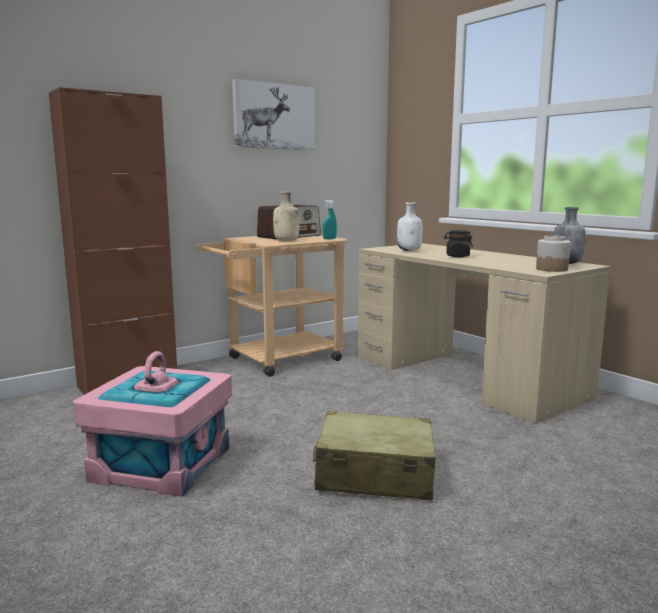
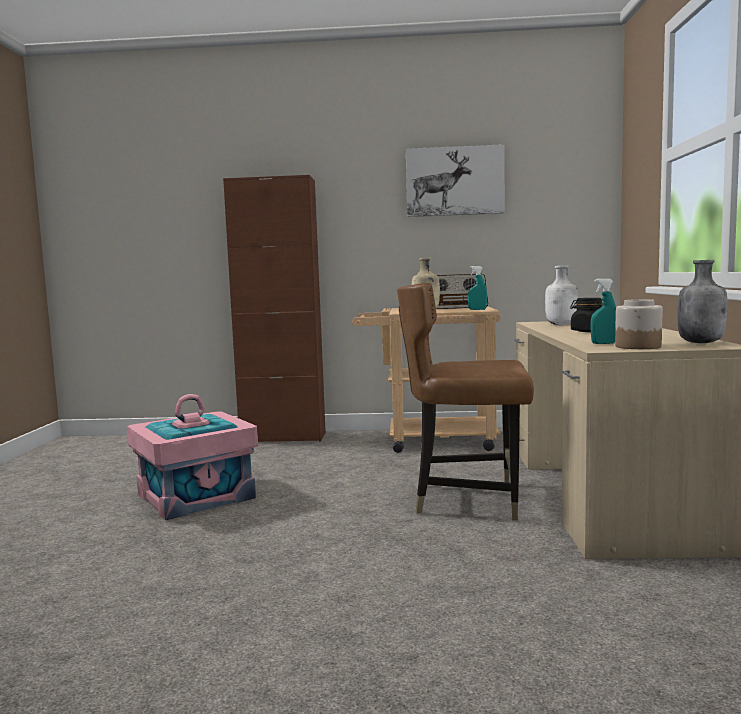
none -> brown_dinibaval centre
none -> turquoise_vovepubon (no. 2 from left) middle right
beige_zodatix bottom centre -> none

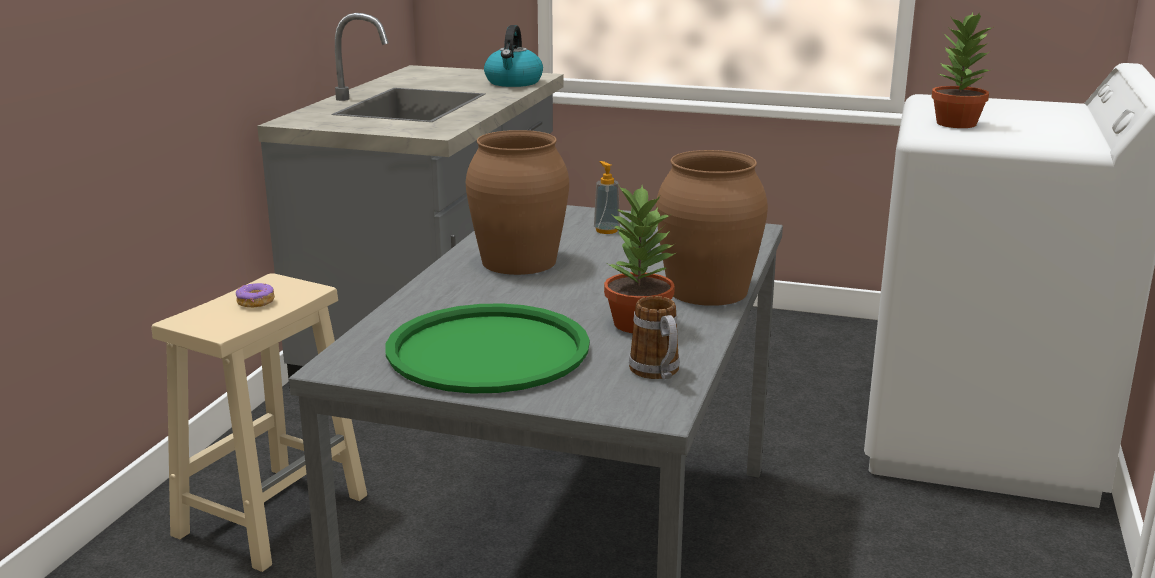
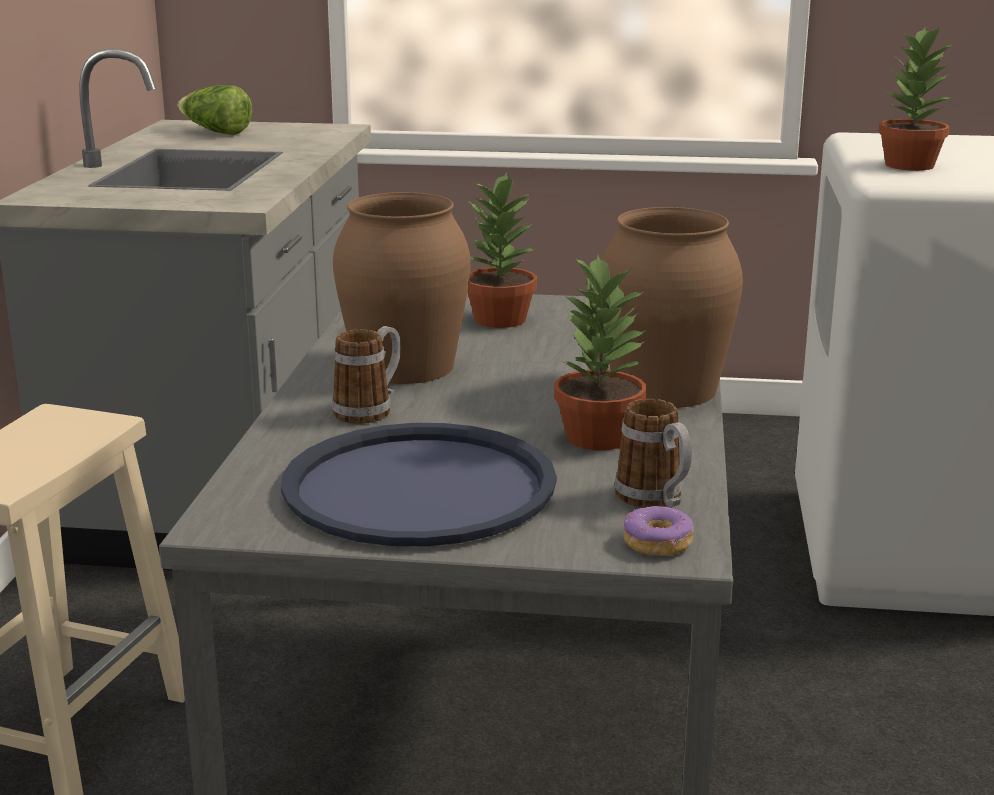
none -> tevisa top left
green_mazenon centre -> blue_mazenon centre
none -> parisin (no. 1 from left) centre
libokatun centre -> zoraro (no. 1 from left) top centre
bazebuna middle left -> bazebuna bottom centre, shifted
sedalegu top centre -> none

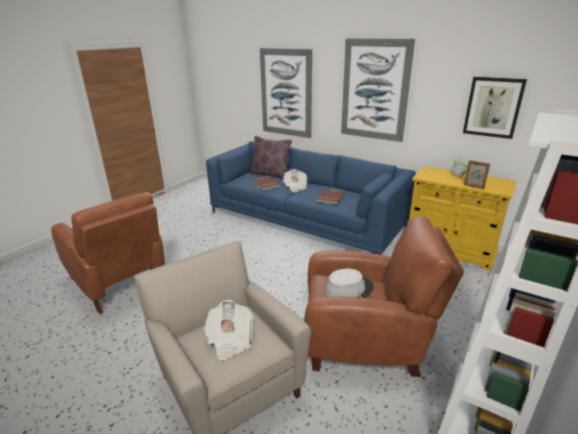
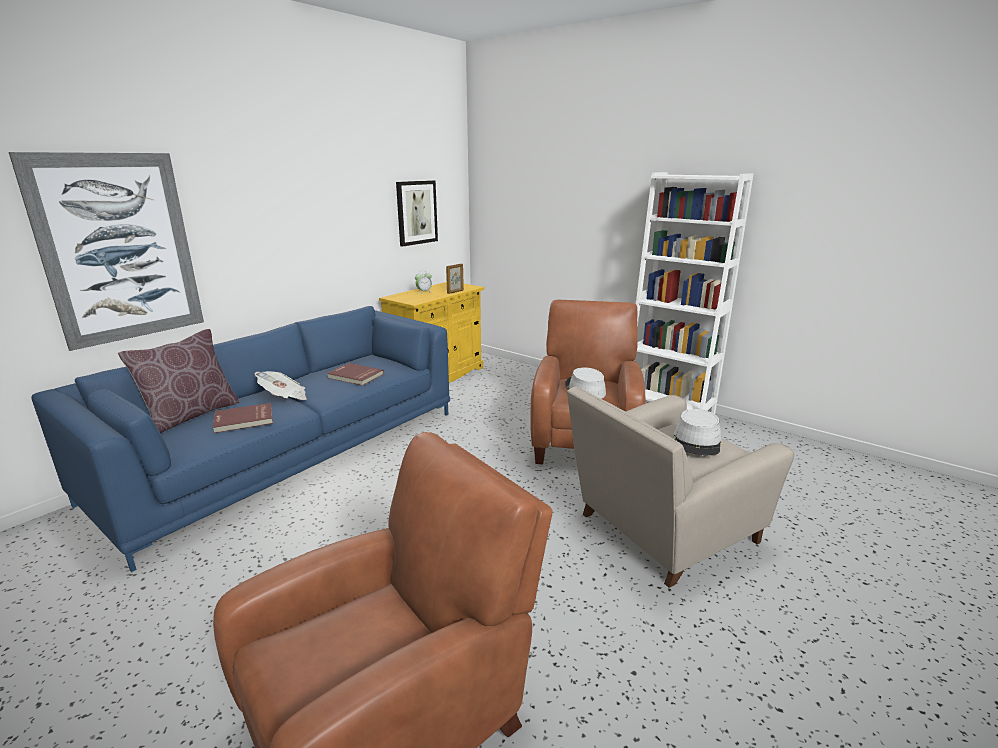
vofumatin (no. 1 from left) bottom centre -> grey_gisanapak (no. 2 from left) middle right
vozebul (no. 2 from left) top centre -> none

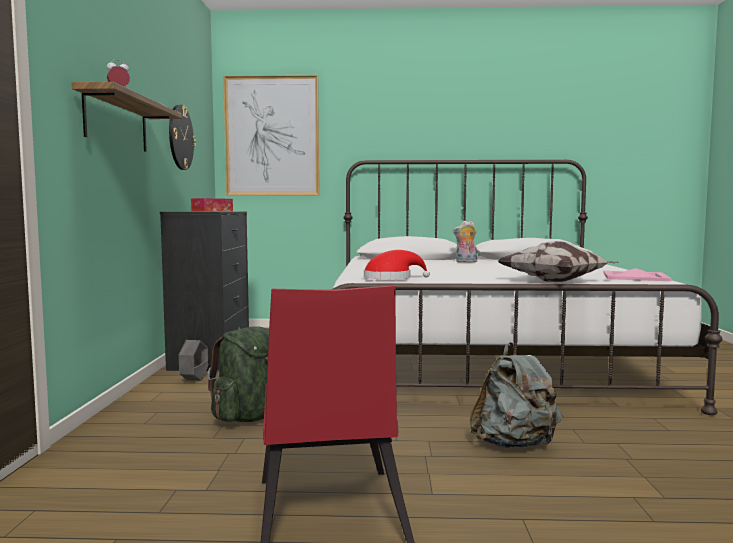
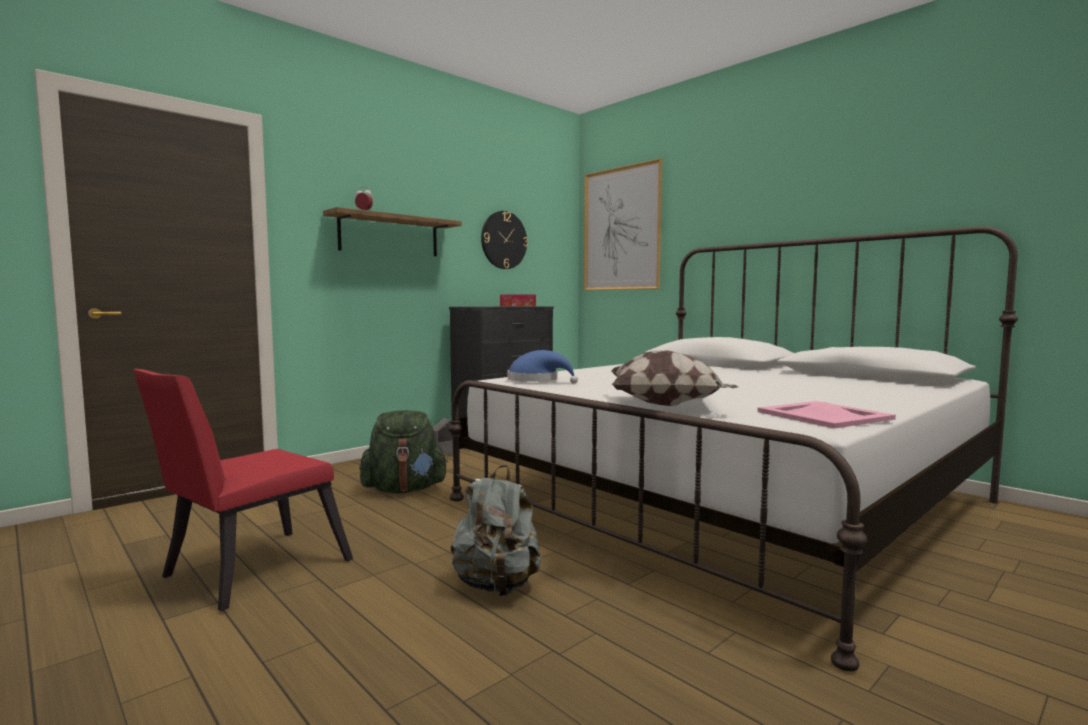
red_gisanapak centre -> blue_gisanapak centre
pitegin centre -> none

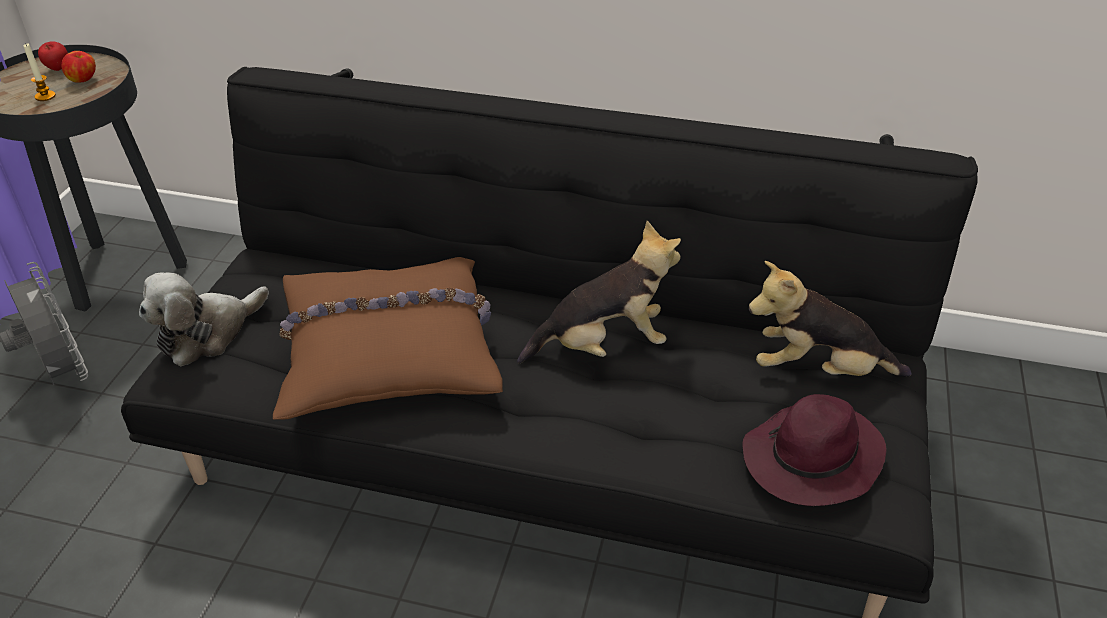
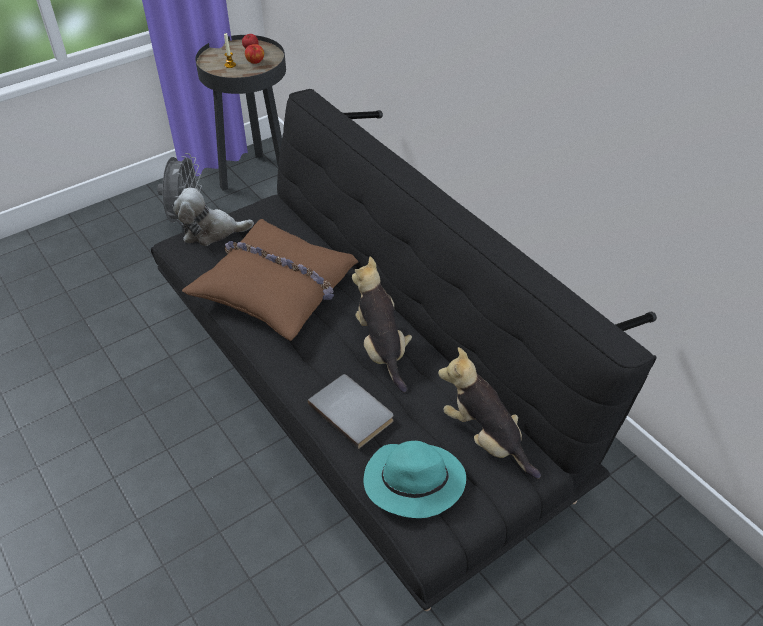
none -> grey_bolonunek centre
pitegin (no. 2 from left) centre, 135 degrees counterclockwise
purple_gisanapak bottom right -> turquoise_gisanapak bottom centre

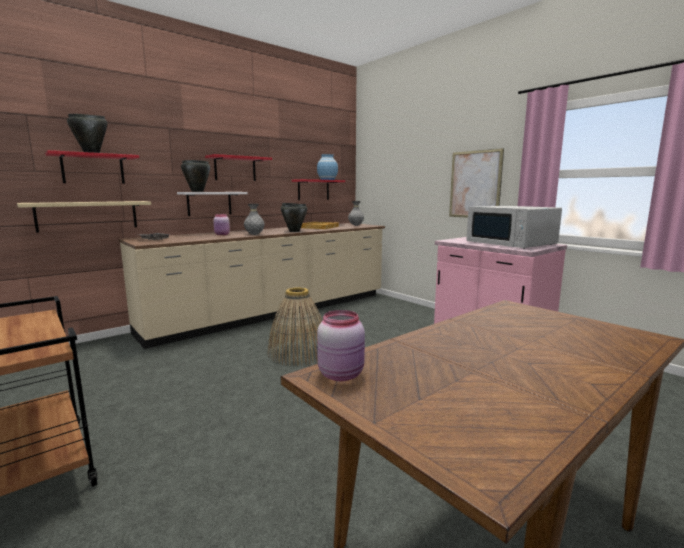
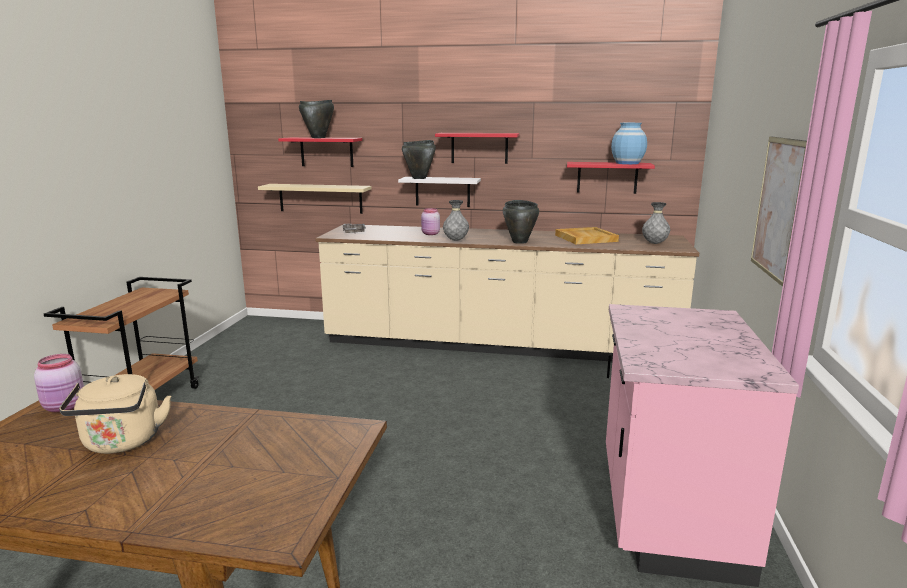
none -> beige_sedalegu bottom left
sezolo centre -> none
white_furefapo middle right -> none

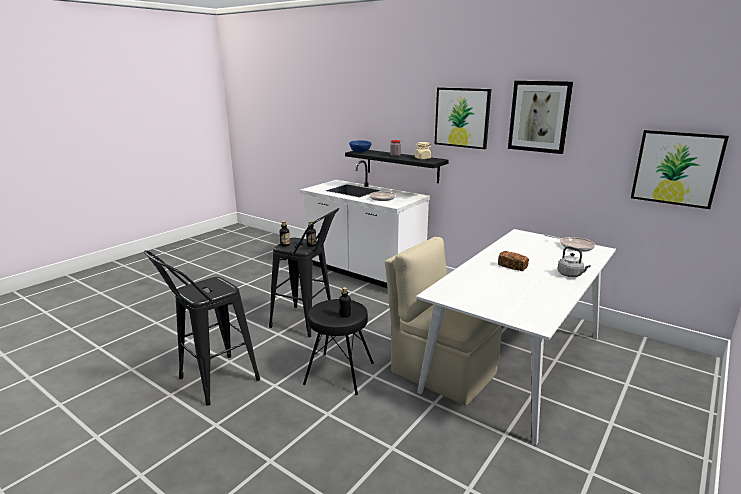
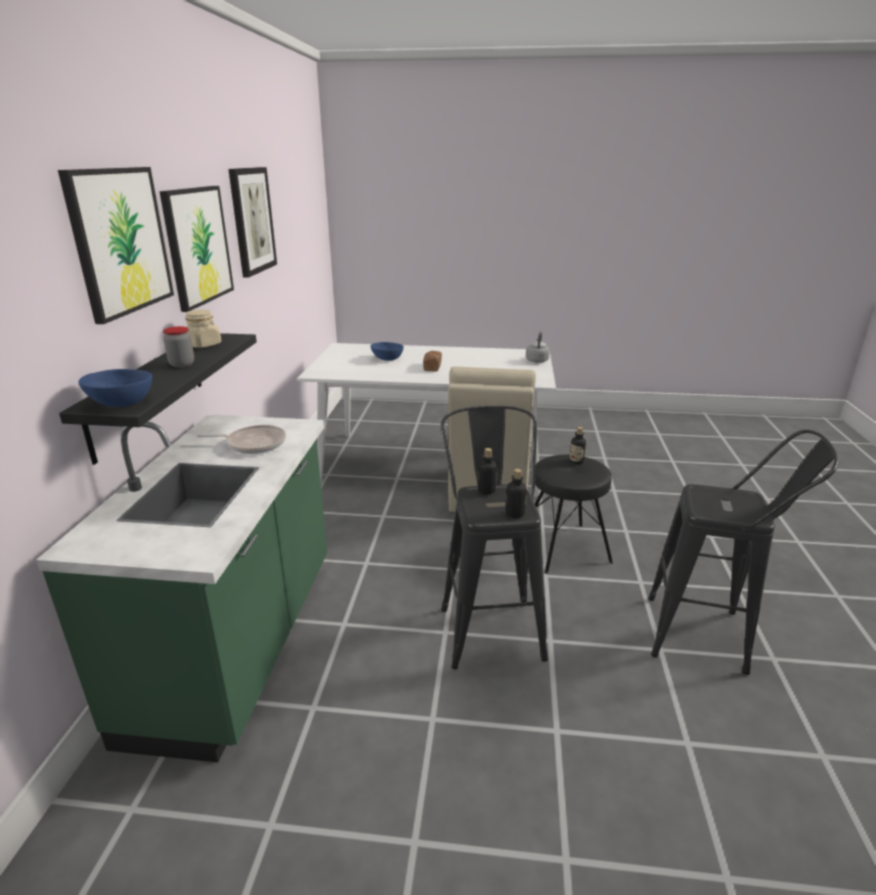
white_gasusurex centre -> green_gasusurex middle left
vozebul (no. 3 from left in the first image) middle right -> vozebul (no. 1 from left) top left, shifted
none -> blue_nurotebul (no. 2 from left) centre
grey_sedalegu middle right -> grey_sedalegu centre, shifted
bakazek (no. 2 from left) middle right -> none

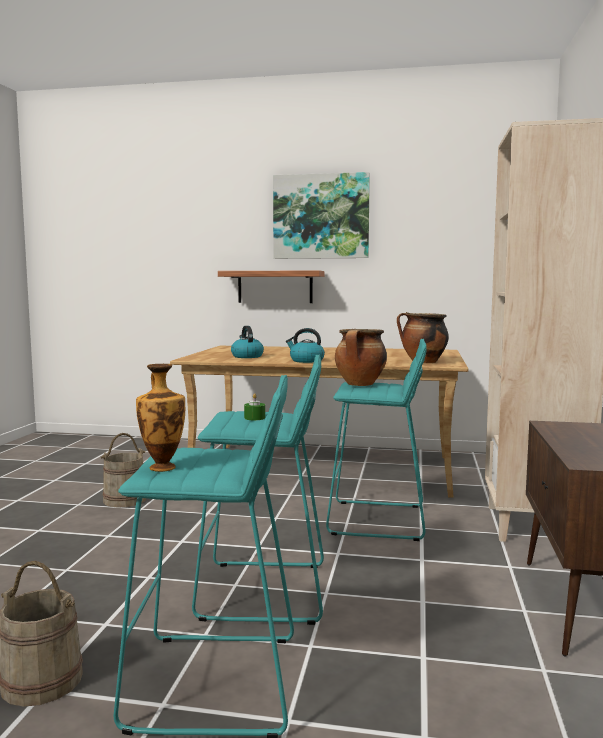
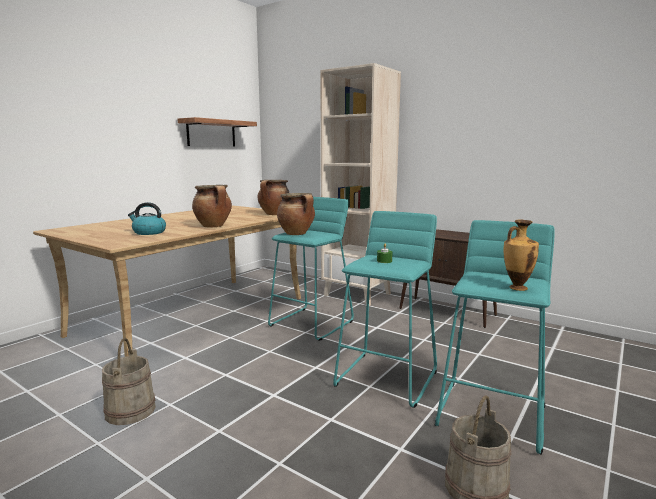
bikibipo centre -> bikibipo top left, shifted
sedalegu (no. 2 from left) centre -> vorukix (no. 1 from left) middle left
vozebul top centre -> none

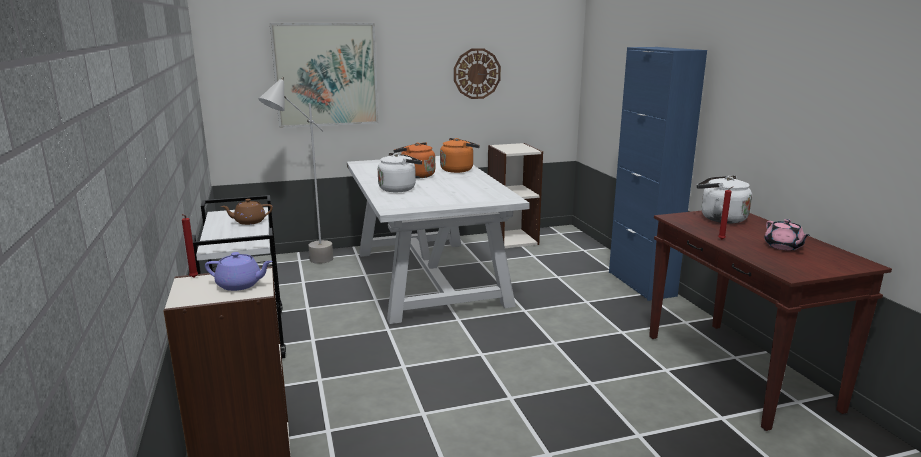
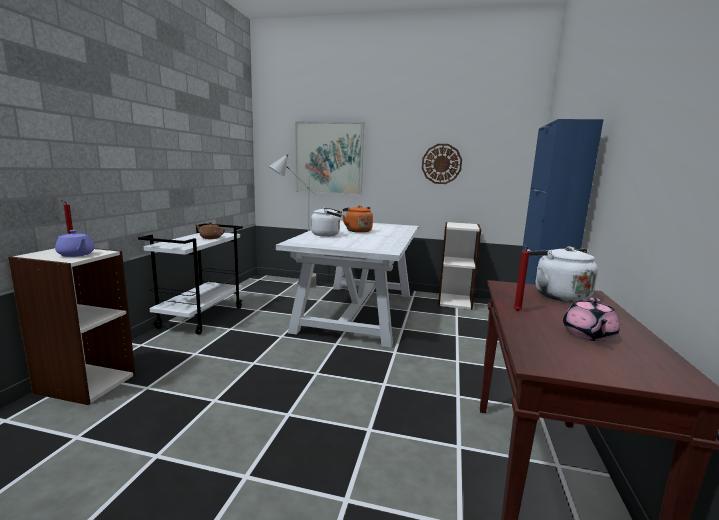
orange_sedalegu (no. 2 from left) centre -> none

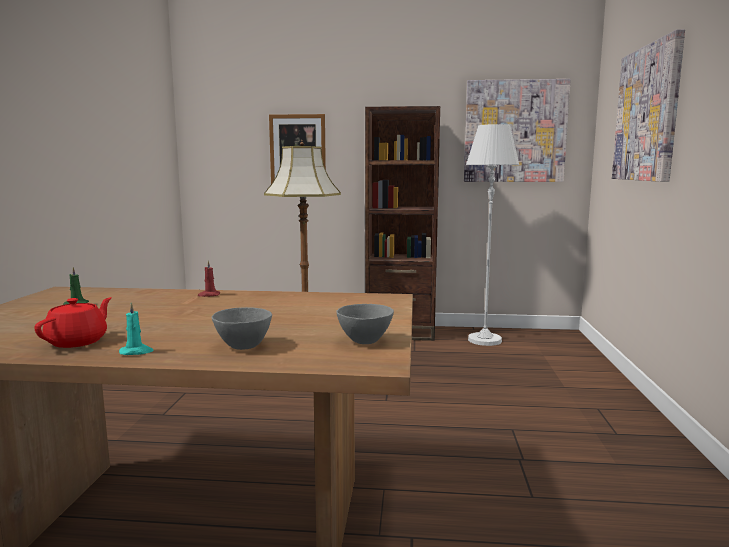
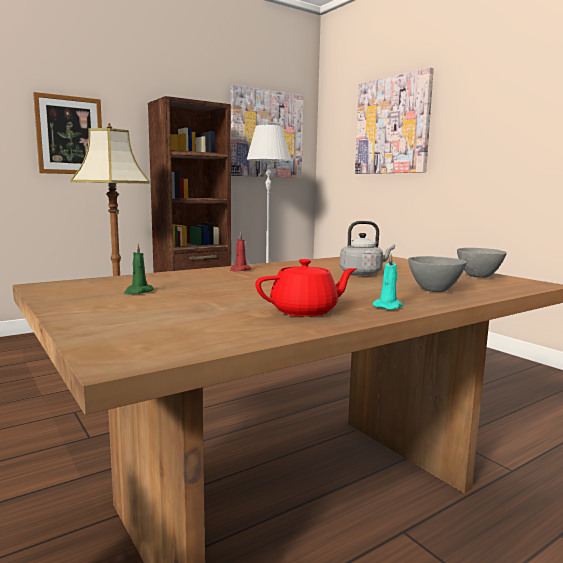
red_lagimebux middle left -> red_lagimebux centre, 90 degrees clockwise
none -> grey_sedalegu centre

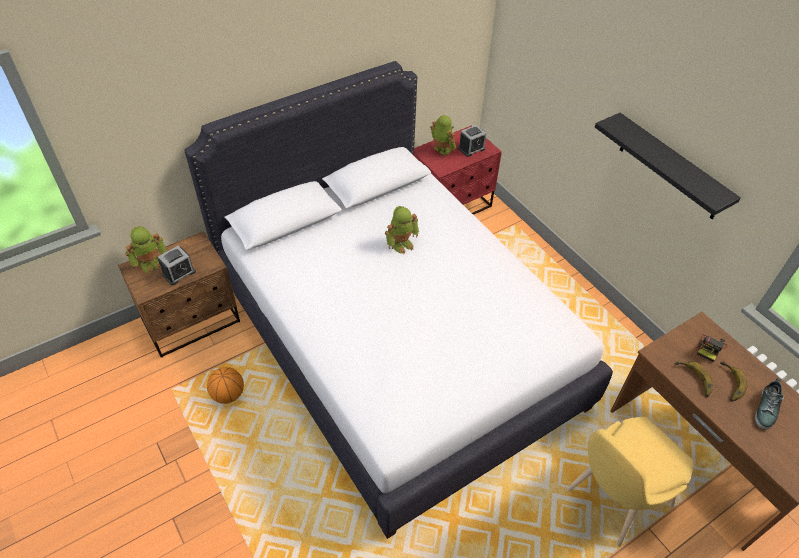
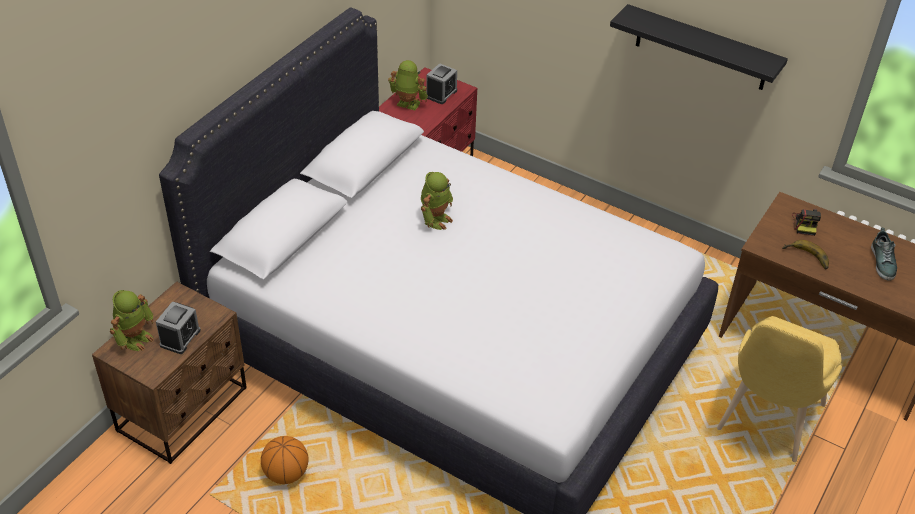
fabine (no. 2 from left) bottom right -> none

